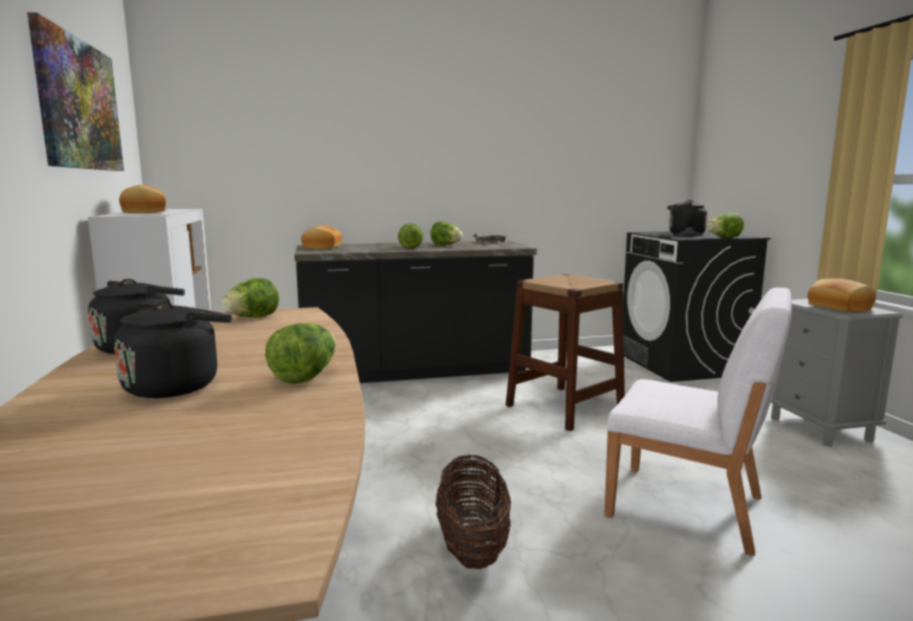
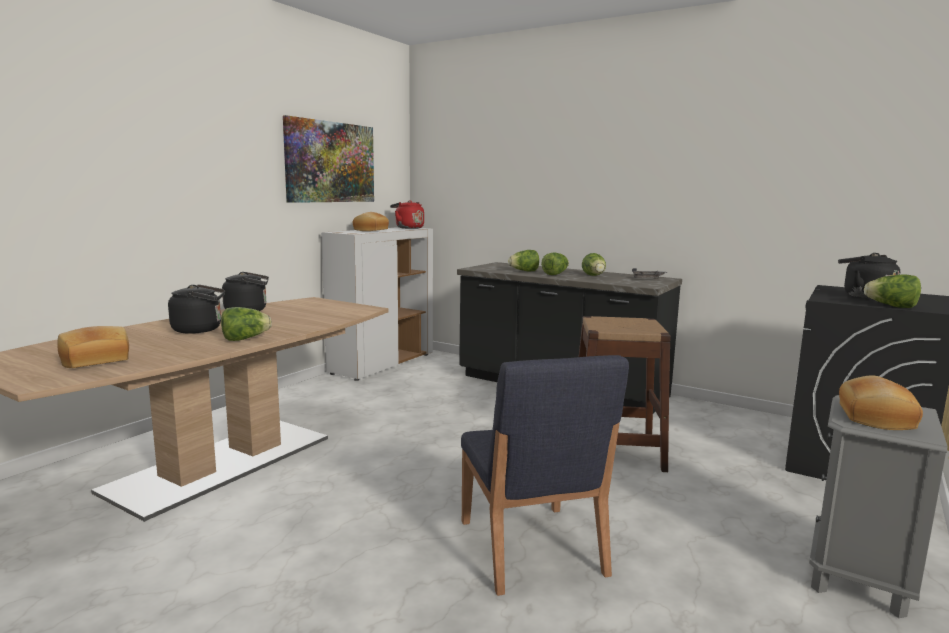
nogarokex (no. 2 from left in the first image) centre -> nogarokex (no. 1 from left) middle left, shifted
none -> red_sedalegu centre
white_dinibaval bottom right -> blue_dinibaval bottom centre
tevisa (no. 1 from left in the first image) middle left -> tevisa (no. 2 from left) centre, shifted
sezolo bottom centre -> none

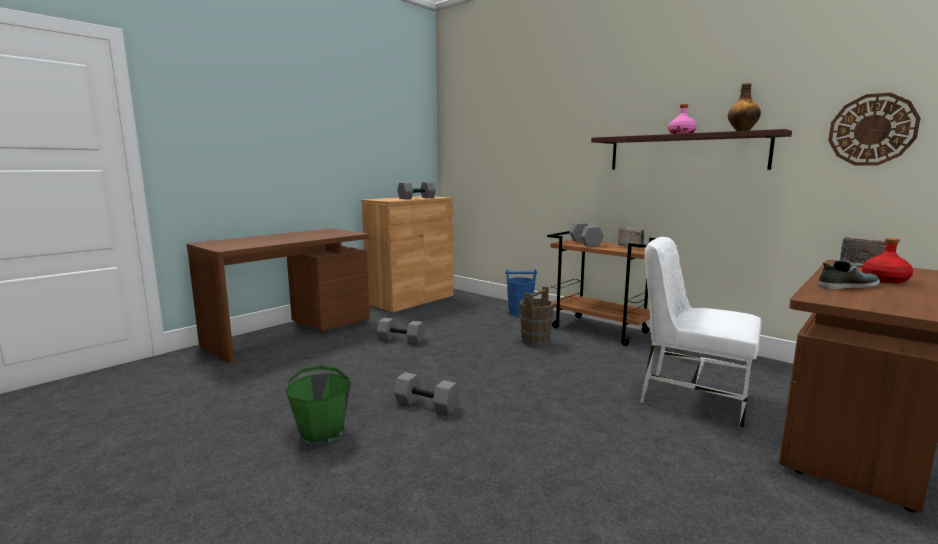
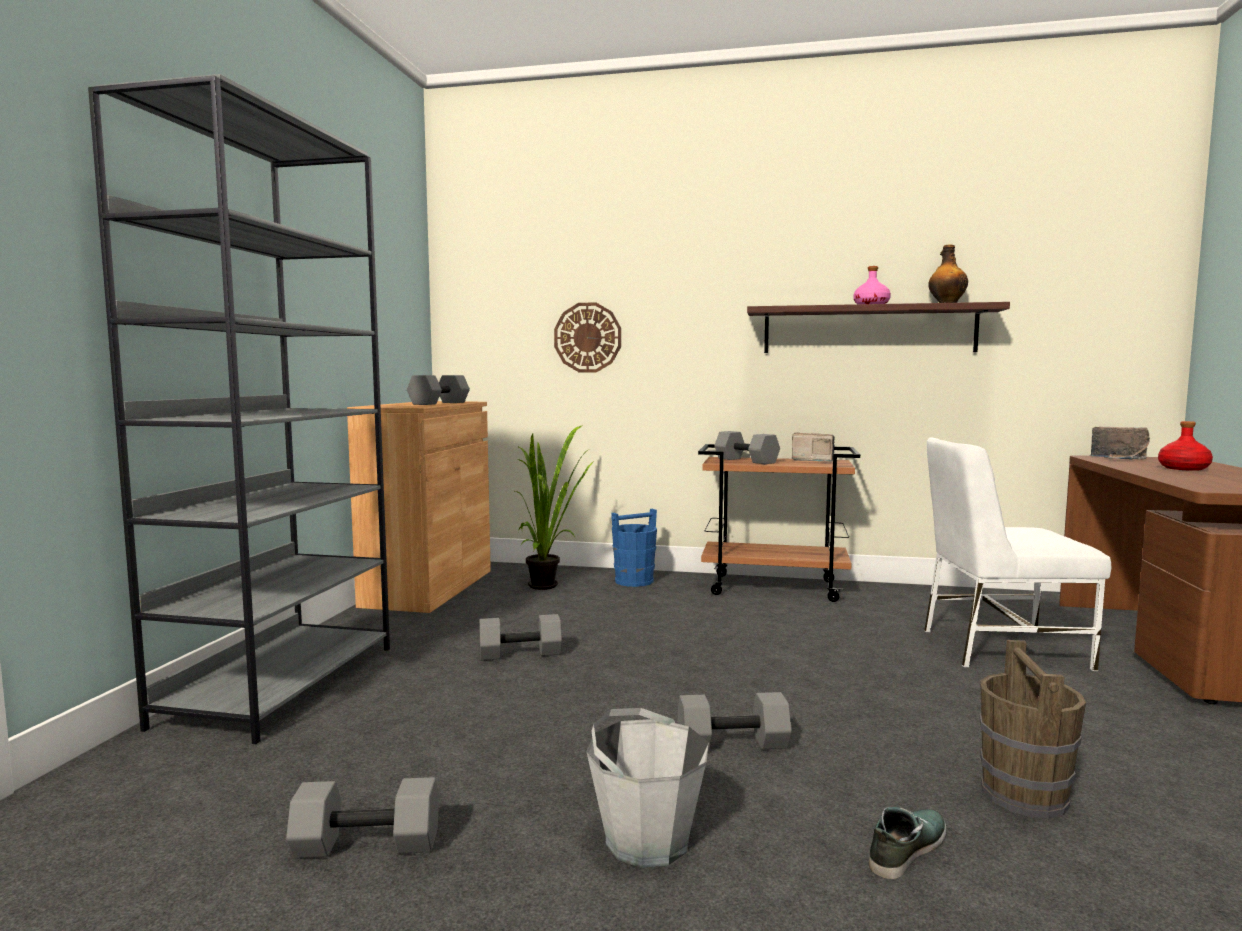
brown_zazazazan (no. 1 from left) middle left -> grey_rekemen middle left
none -> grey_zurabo (no. 1 from left) bottom left
none -> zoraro centre
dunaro top right -> dunaro centre, shifted
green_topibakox bottom centre -> grey_topibakox bottom centre
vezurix middle right -> vezurix bottom right, shifted
brown_topibakox centre -> brown_topibakox bottom right, shifted

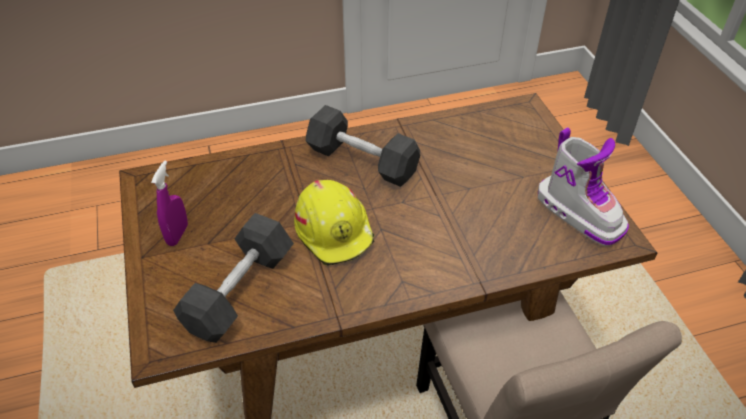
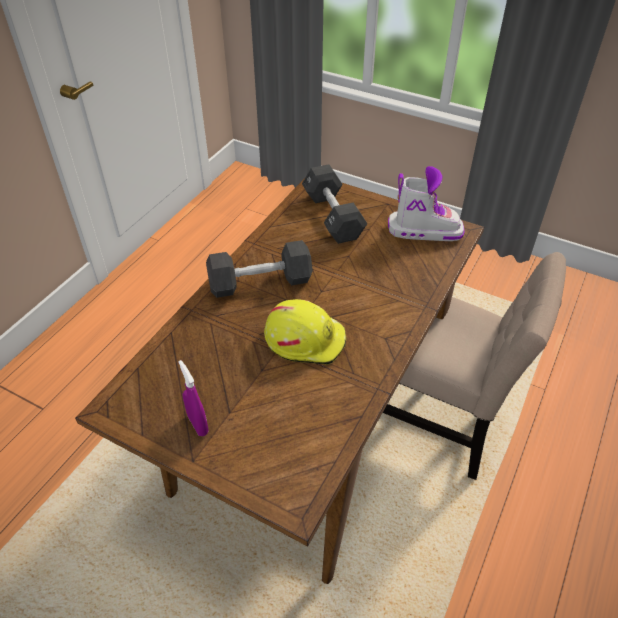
black_zurabo (no. 1 from left in the first image) middle left -> black_zurabo (no. 2 from left) top centre, shifted

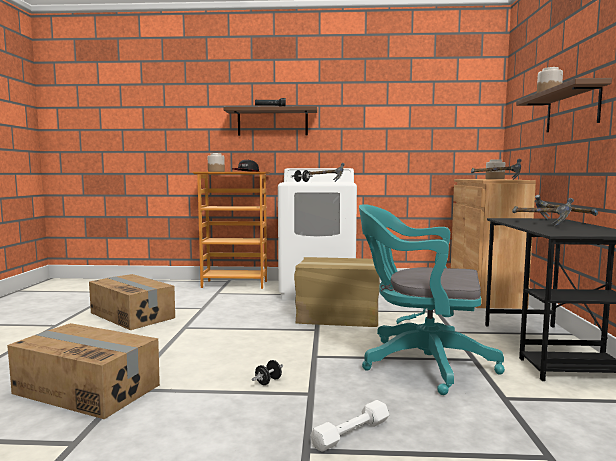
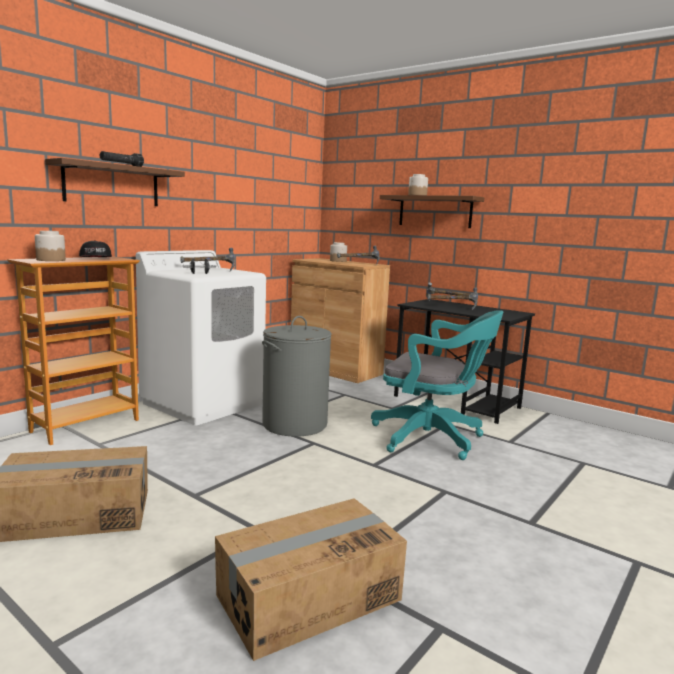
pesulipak (no. 3 from left) centre -> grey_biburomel centre
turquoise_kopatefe middle right -> turquoise_kopatefe centre, 120 degrees counterclockwise
black_zurabo (no. 1 from left) bottom centre -> none
white_zurabo bottom centre -> none

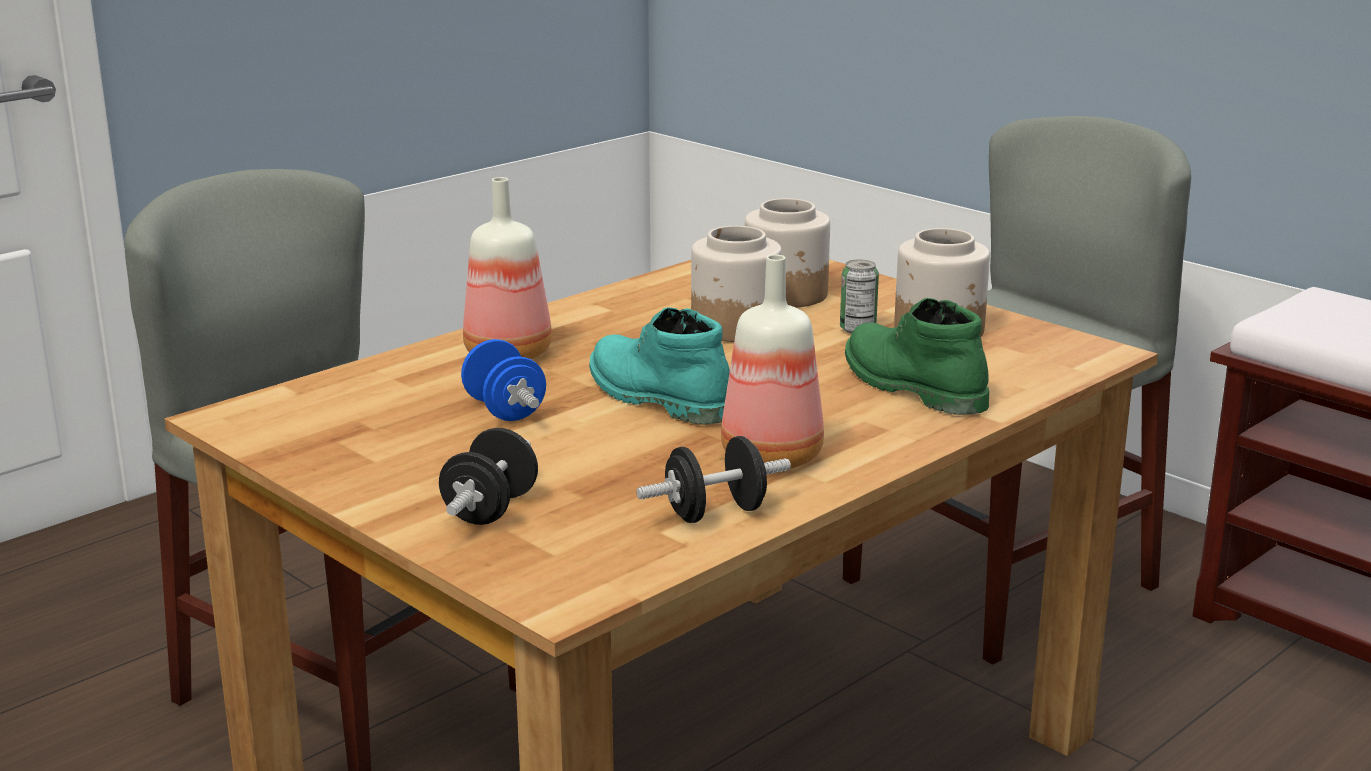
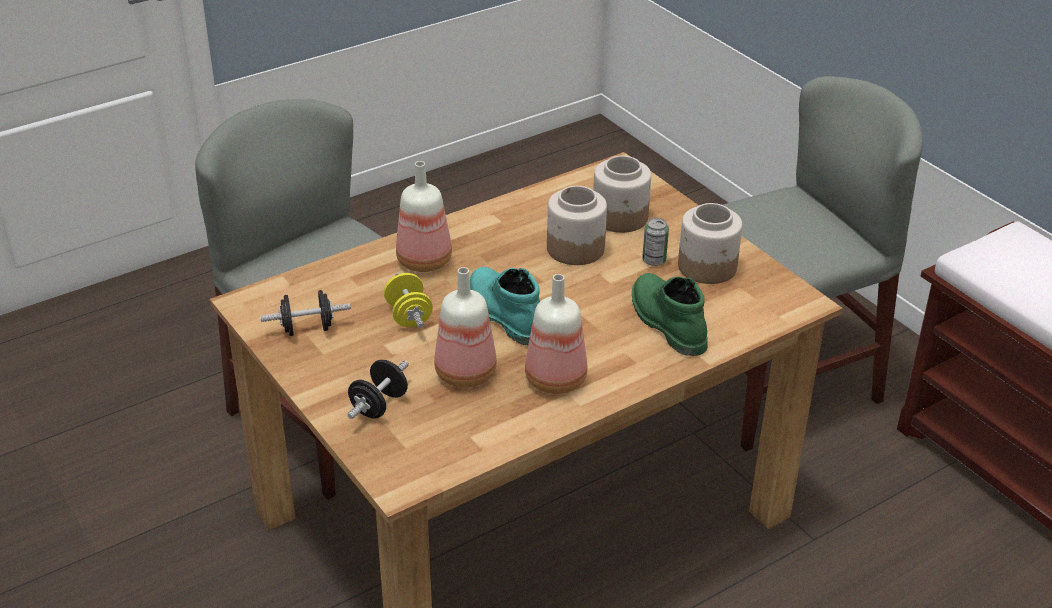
black_zurabo (no. 2 from left in the first image) centre -> black_zurabo (no. 1 from left) middle left, shifted
blue_zurabo centre -> yellow_zurabo centre
none -> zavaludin (no. 2 from left) centre

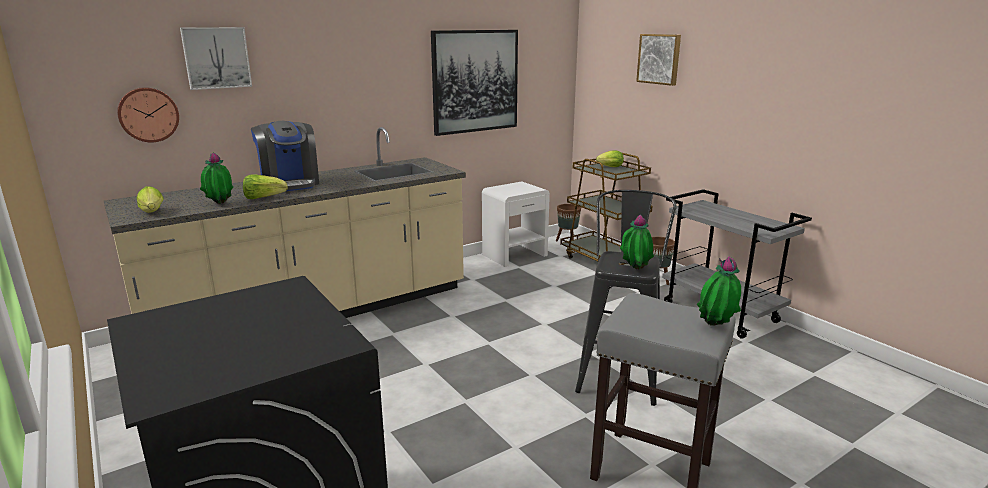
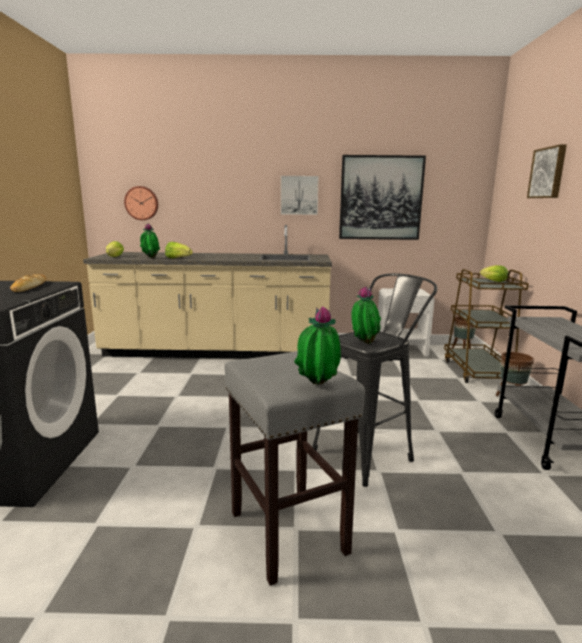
none -> nogarokex middle left
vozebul (no. 1 from left) top left -> vozebul (no. 1 from left) top centre, shifted
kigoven top left -> none

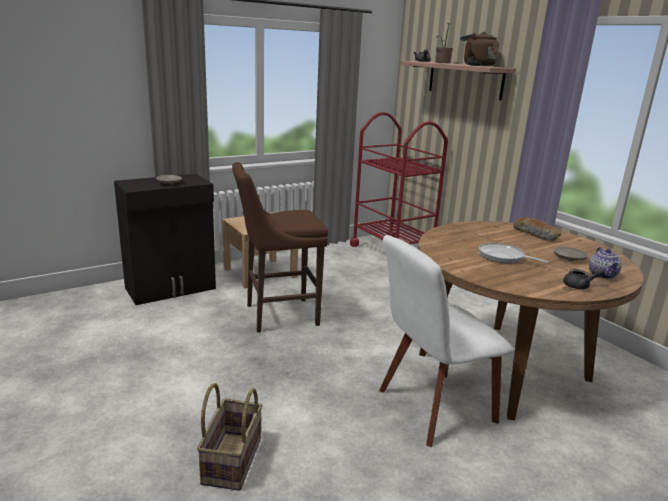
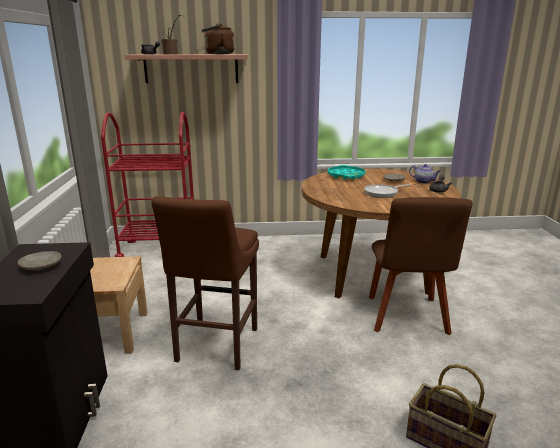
nogarokex middle right -> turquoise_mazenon centre
white_dinibaval bottom right -> brown_dinibaval middle right

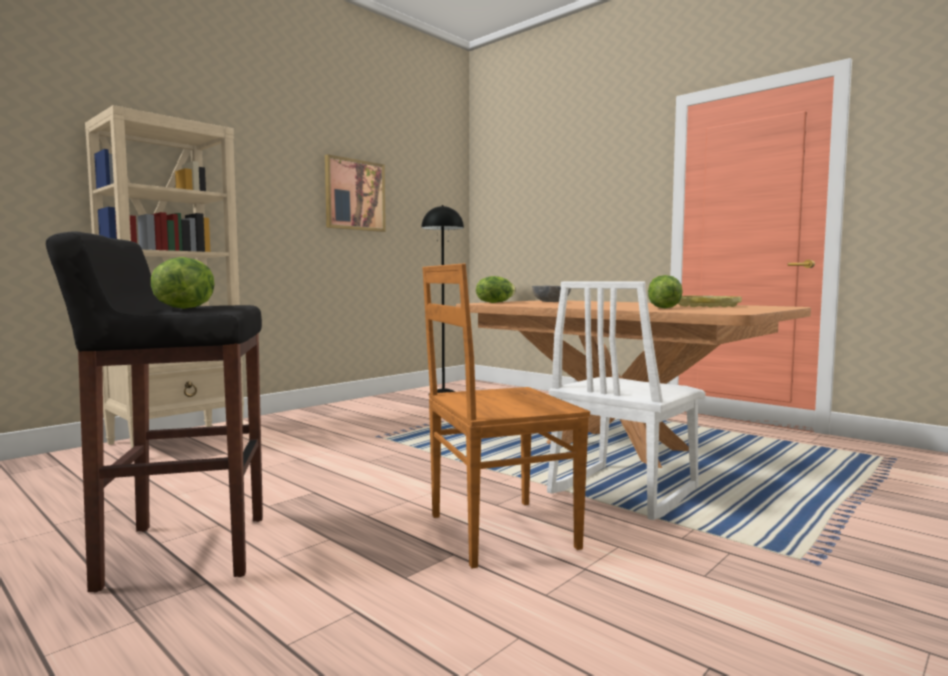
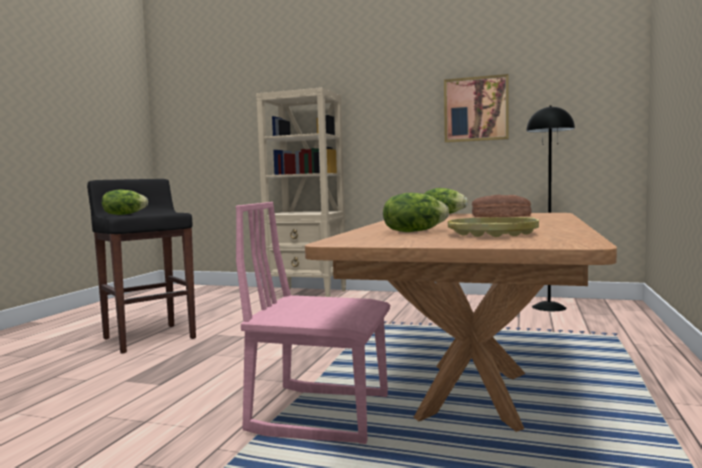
white_dinibaval centre -> pink_dinibaval bottom centre
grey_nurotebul centre -> nogarokex middle right
brown_dinibaval centre -> none

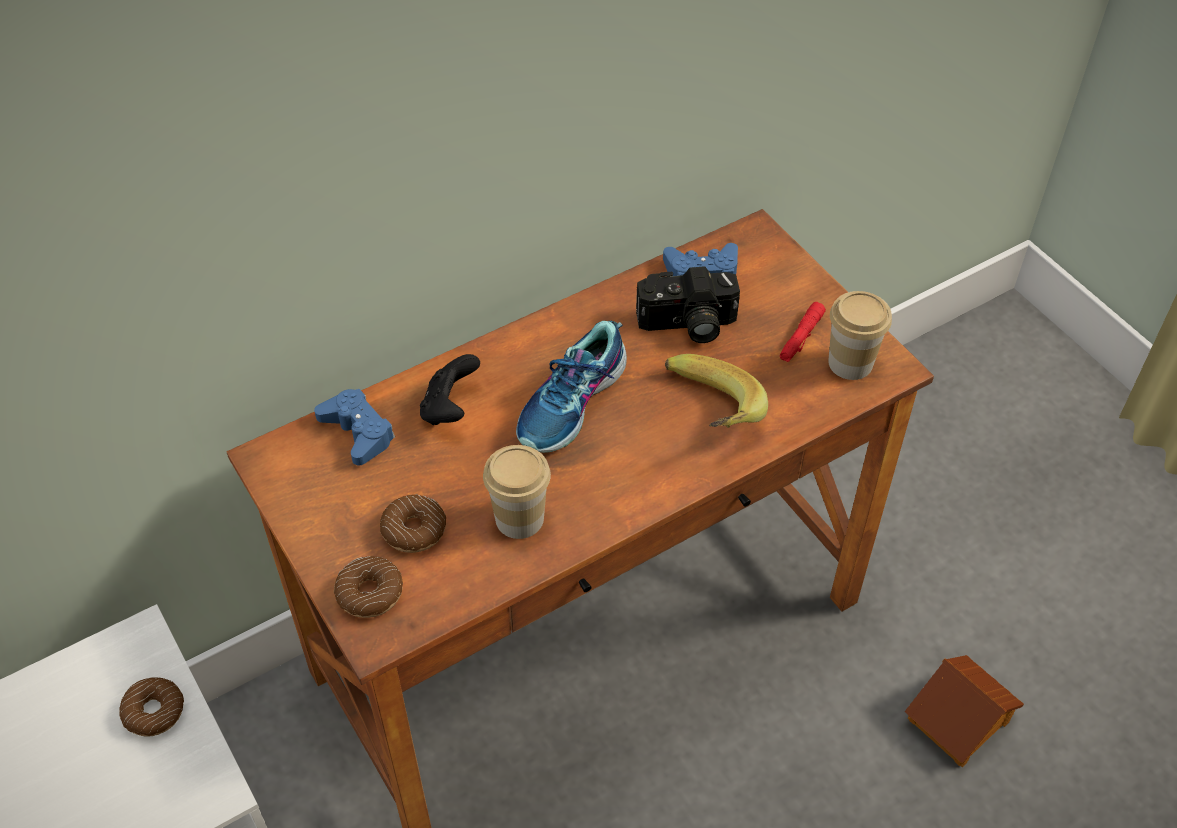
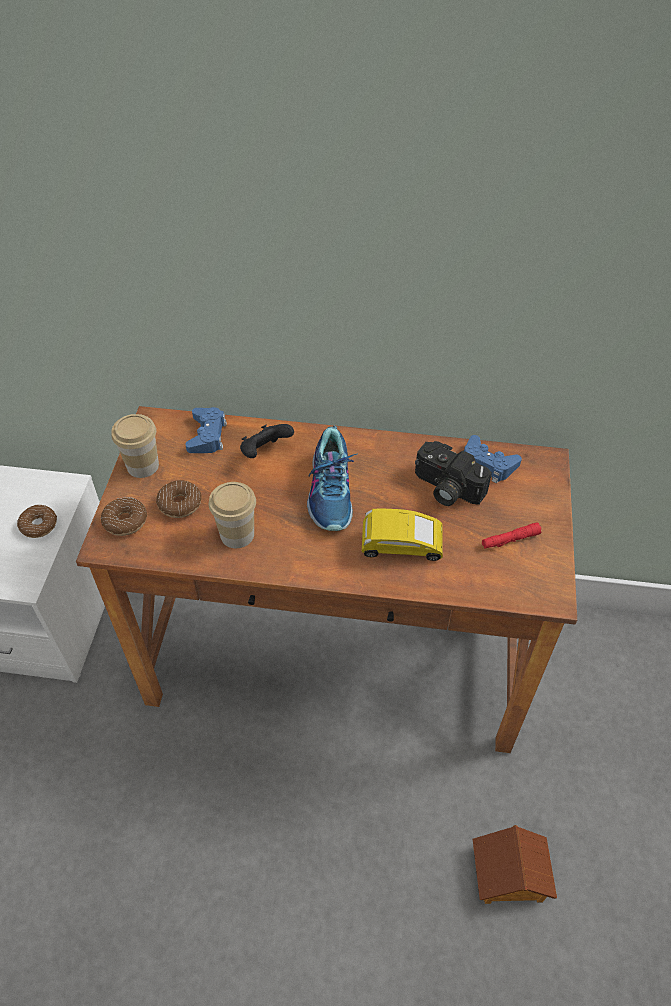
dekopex (no. 2 from left in the first image) middle right -> dekopex (no. 1 from left) middle left, shifted
vezurix centre, 75 degrees counterclockwise
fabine centre -> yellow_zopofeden centre

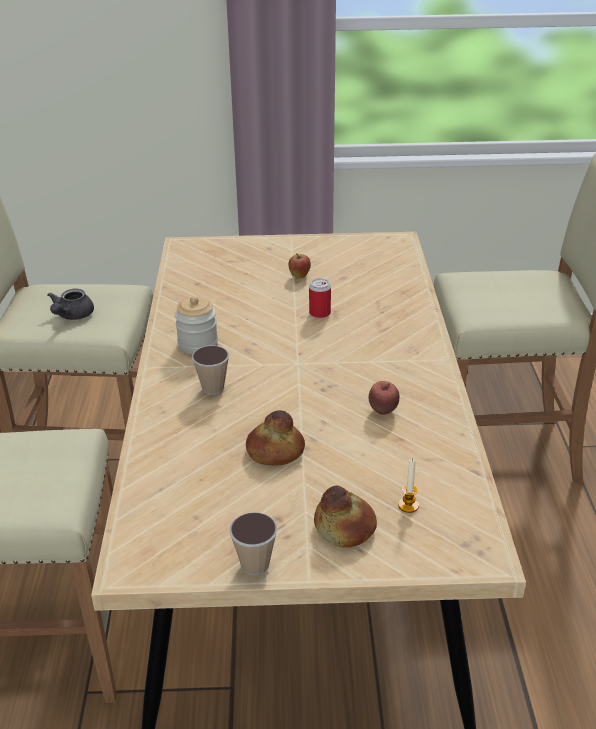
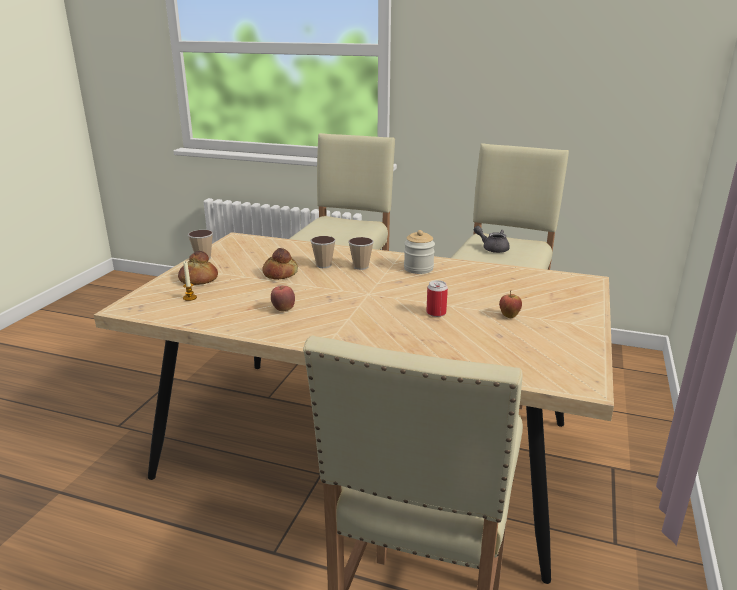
none -> dekopex (no. 2 from left) centre

